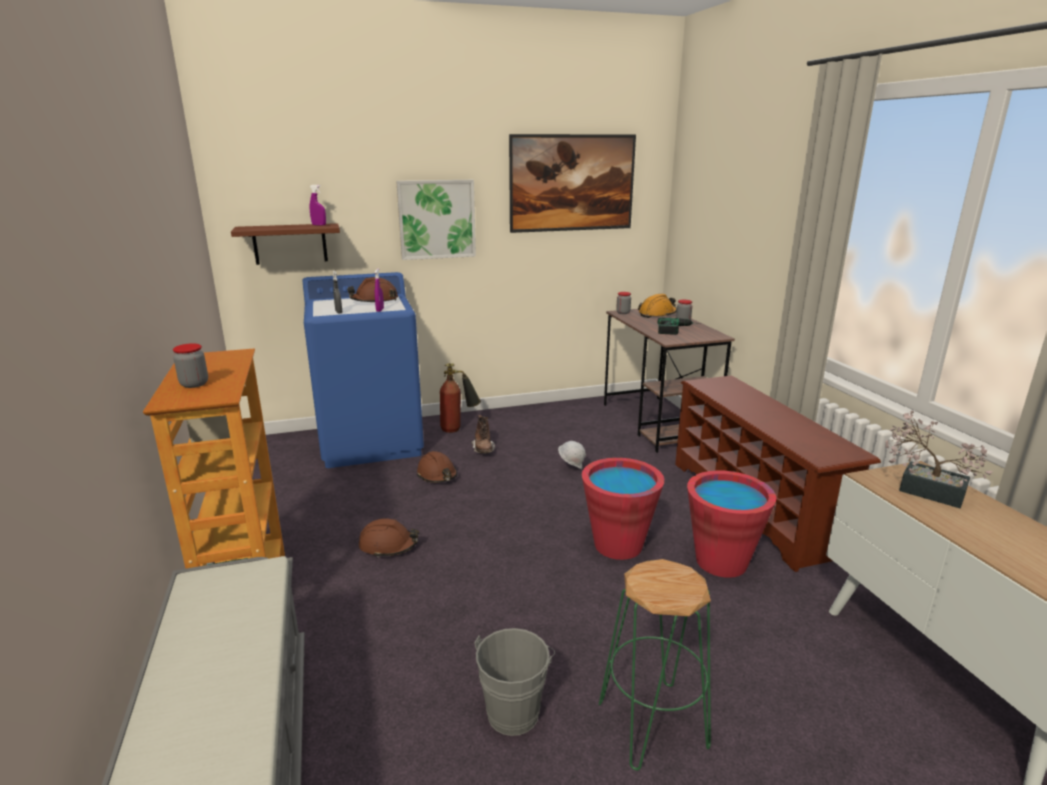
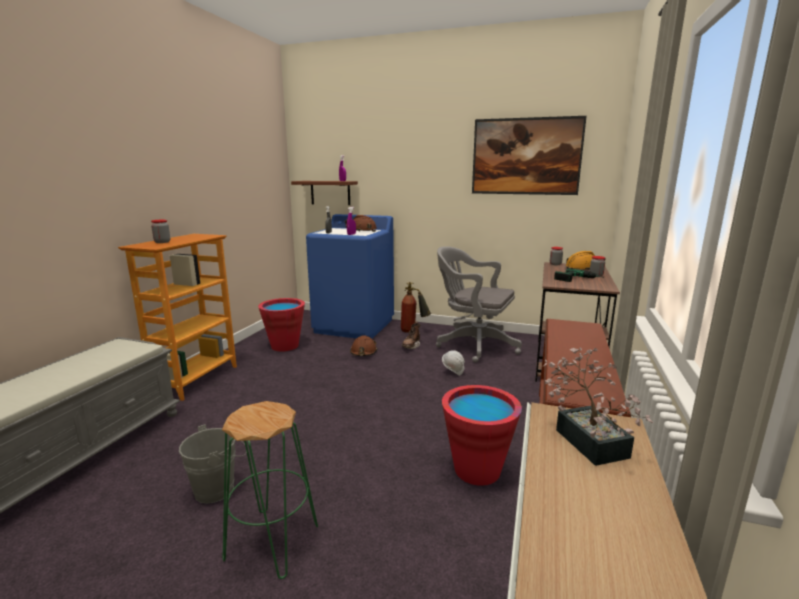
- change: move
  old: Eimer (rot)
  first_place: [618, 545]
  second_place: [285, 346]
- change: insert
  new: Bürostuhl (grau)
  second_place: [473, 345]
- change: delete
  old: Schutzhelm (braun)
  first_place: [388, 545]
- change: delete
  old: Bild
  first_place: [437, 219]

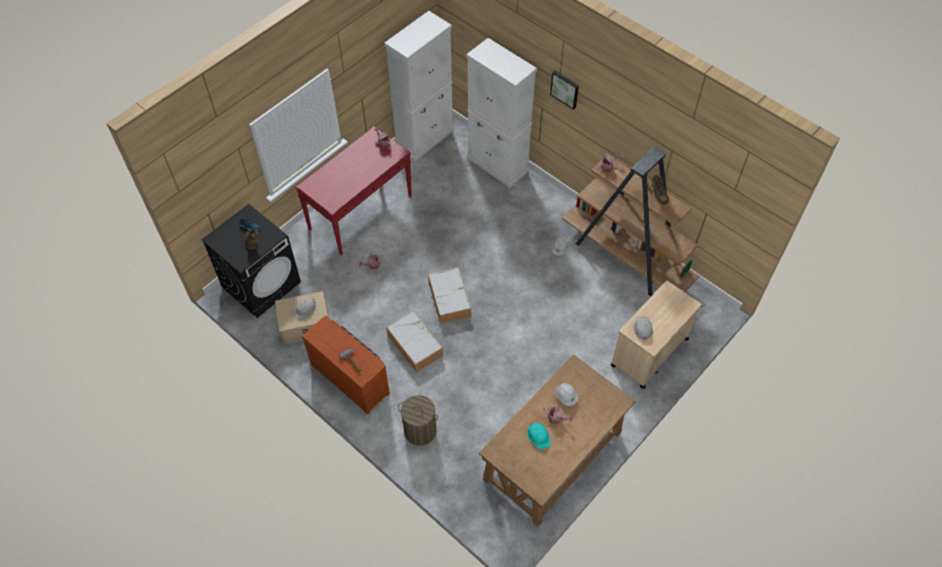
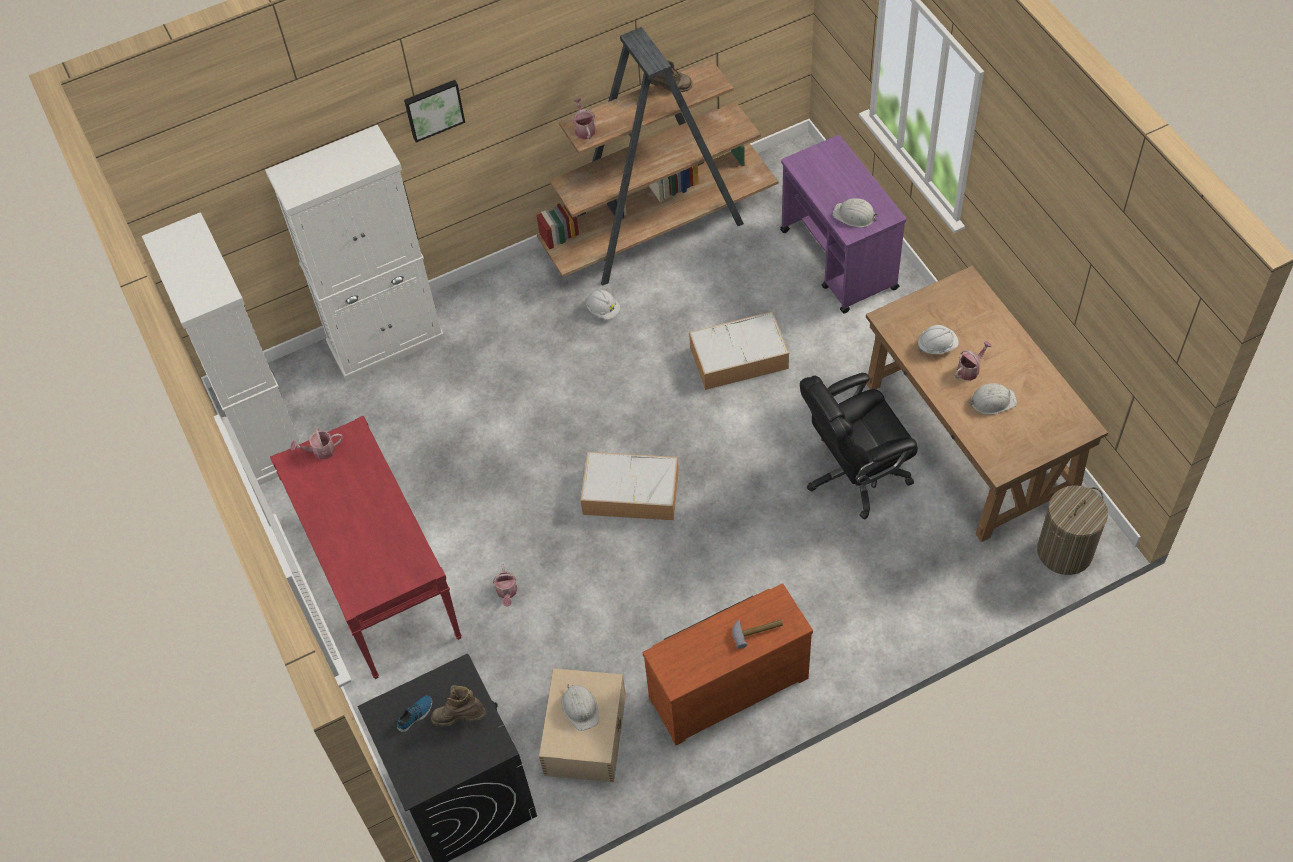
- change: move
  old: Aufbewahrungsbox
  first_place: [414, 344]
  second_place: [737, 358]
- change: recolor
  old: Rollwagen (beige)
  new: Rollwagen (lila)
  first_place: [649, 352]
  second_place: [839, 260]
- change: insert
  new: Bürostuhl (schwarz)
  second_place: [855, 473]
- change: recolor
  old: Schutzhelm (türkis)
  new: Schutzhelm (weiß)
  first_place: [538, 436]
  second_place: [992, 401]
- change: move
  old: Wäschekorb
  first_place: [420, 431]
  second_place: [1064, 551]

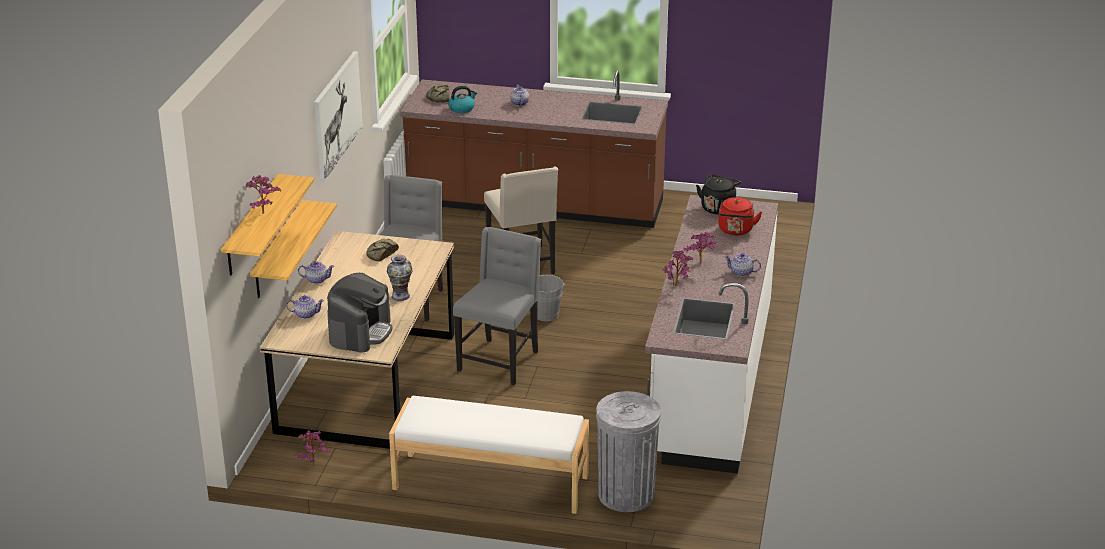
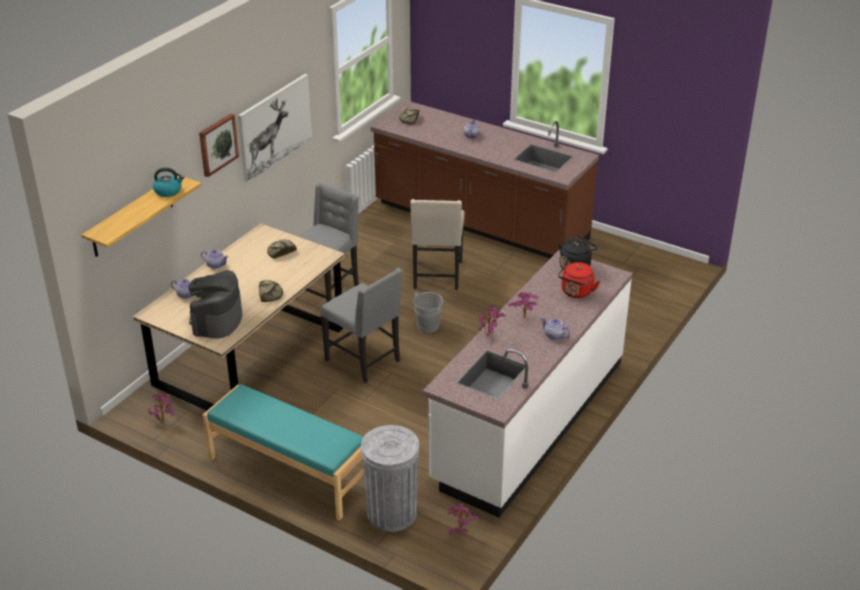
- change: move
  old: Wasserkessel
  first_place: [462, 108]
  second_place: [168, 191]
- change: rotate
  old: Kaffeemaschine
  first_place: [360, 332]
  second_place: [216, 320]
  degrees: 150
- change: insert
  new: Bild
  second_place: [217, 144]
- change: recolor
  old: Bank (weiß)
  new: Bank (türkis)
  first_place: [490, 483]
  second_place: [288, 473]
- change: replace
  old: Vase
  new: Brot
  first_place: [400, 296]
  second_place: [269, 294]
- change: rotate
  old: Stuhl (grau)
  first_place: [500, 361]
  second_place: [365, 361]
  degrees: 90
- change: move
  old: Topfpflanze
  first_place: [262, 212]
  second_place: [459, 533]
- change: delete
  old: Wandregal
  first_place: [278, 250]

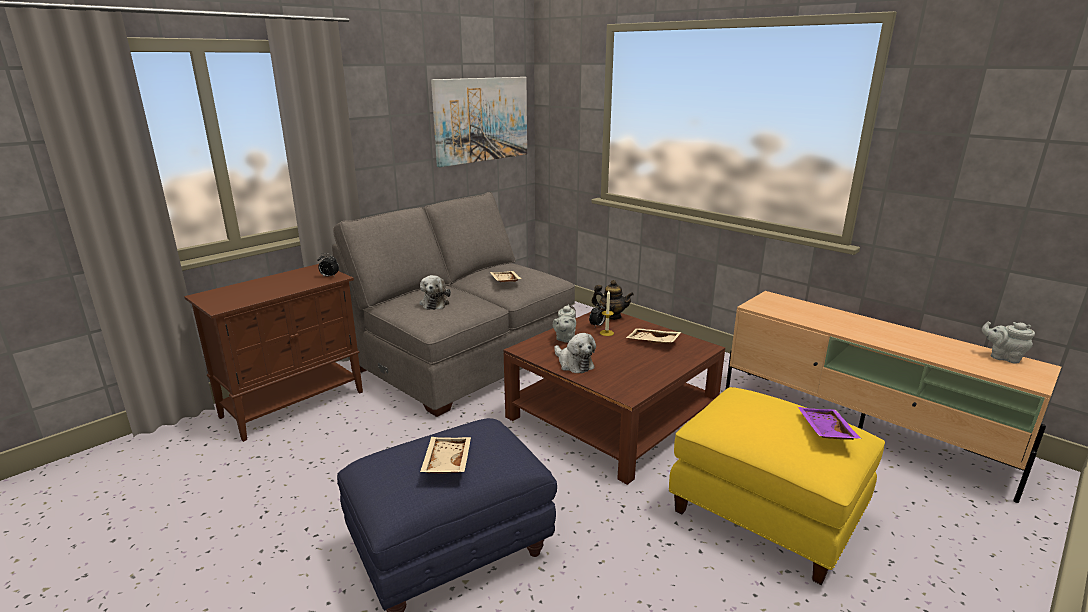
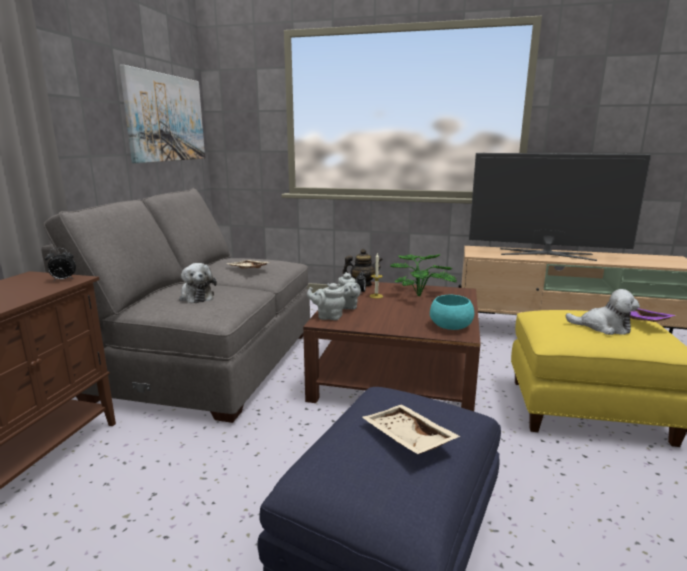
- change: move
  old: Teekanne (grau)
  first_place: [1003, 357]
  second_place: [328, 317]
- change: replace
  old: Tablett (beige)
  new: Topfpflanze
  first_place: [652, 342]
  second_place: [421, 295]
- change: insert
  new: Schüssel (türkis)
  second_place: [450, 326]
- change: insert
  new: Fernseher
  second_place: [546, 254]
- change: move
  old: Plüschtier
  first_place: [574, 364]
  second_place: [603, 327]

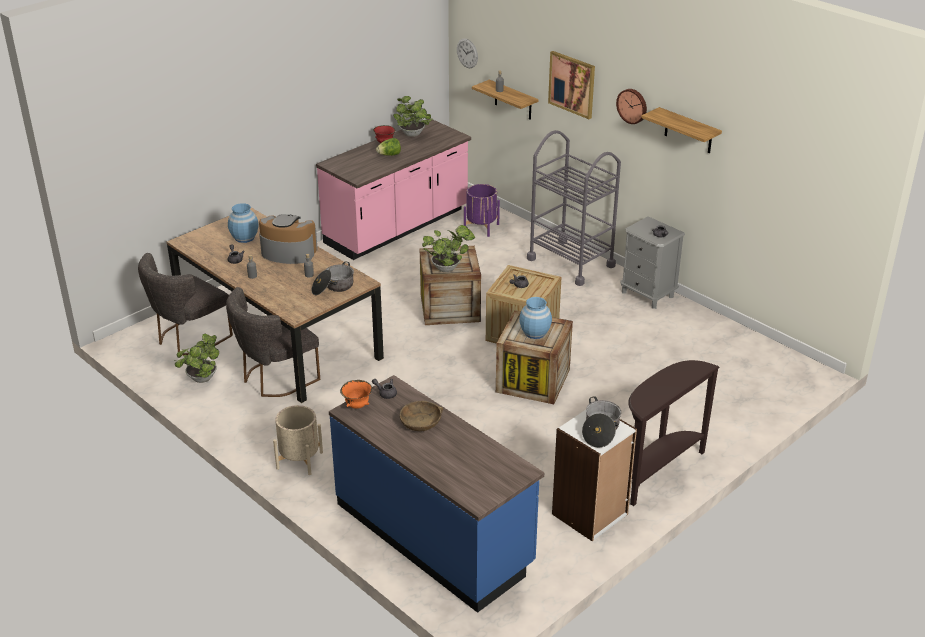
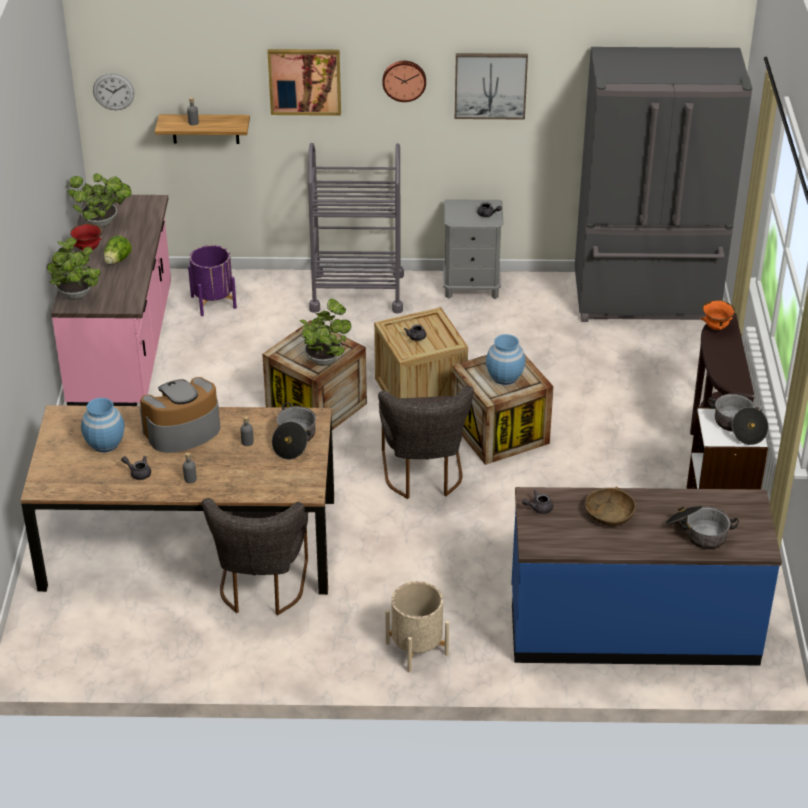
- change: move
  old: Topfpflanze
  first_place: [201, 379]
  second_place: [76, 296]
- change: move
  old: Stuhl (grau)
  first_place: [189, 339]
  second_place: [423, 475]
- change: replace
  old: Wandregal
  new: Bild
  first_place: [688, 131]
  second_place: [490, 85]
- change: insert
  new: Kühlschrank (grau)
  second_place: [646, 299]
- change: insert
  new: Kochtopf
  second_place: [697, 533]
- change: move
  old: Schüssel (orange)
  first_place: [357, 406]
  second_place: [715, 327]

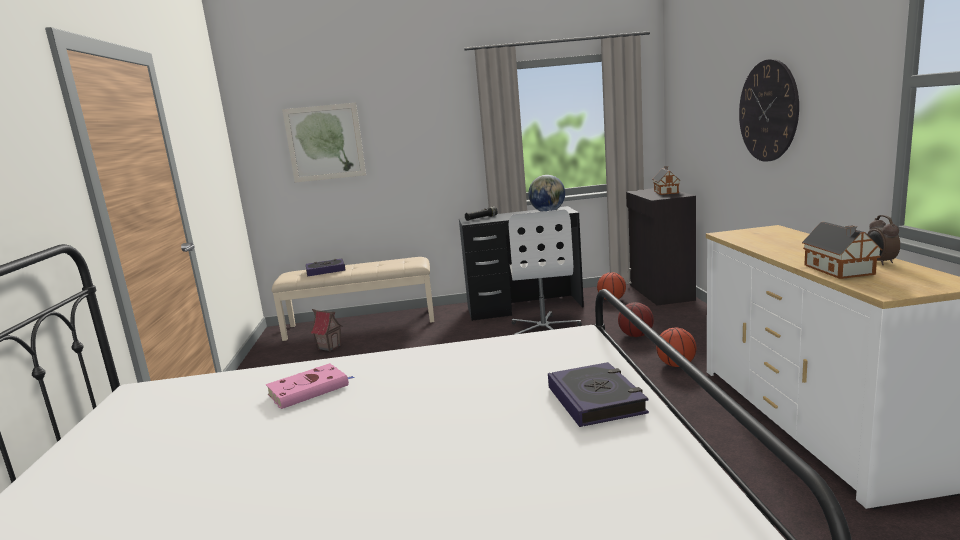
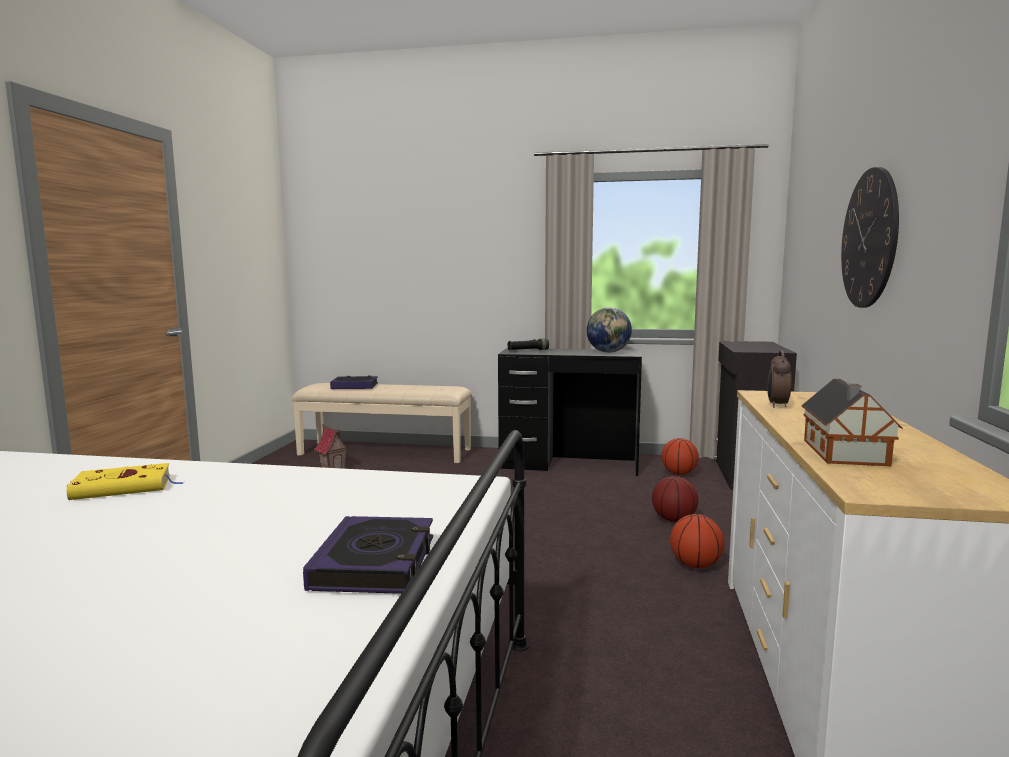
- change: recolor
  old: Buch (rosa)
  new: Buch (gelb)
  first_place: [310, 389]
  second_place: [125, 487]
- change: move
  old: Wecker
  first_place: [880, 262]
  second_place: [777, 405]
- change: delete
  old: Bild
  first_place: [325, 142]
- change: delete
  old: Bürostuhl (weiß)
  first_place: [544, 328]
- change: delete
  old: Spielzeughaus
  first_place: [666, 192]

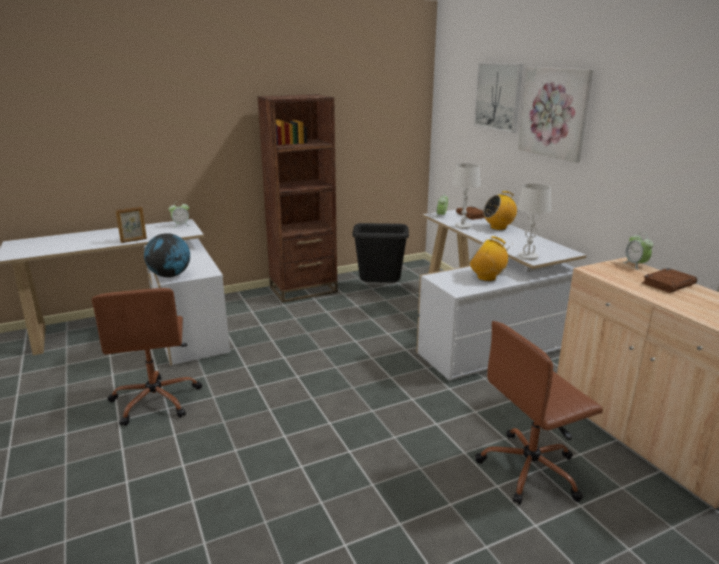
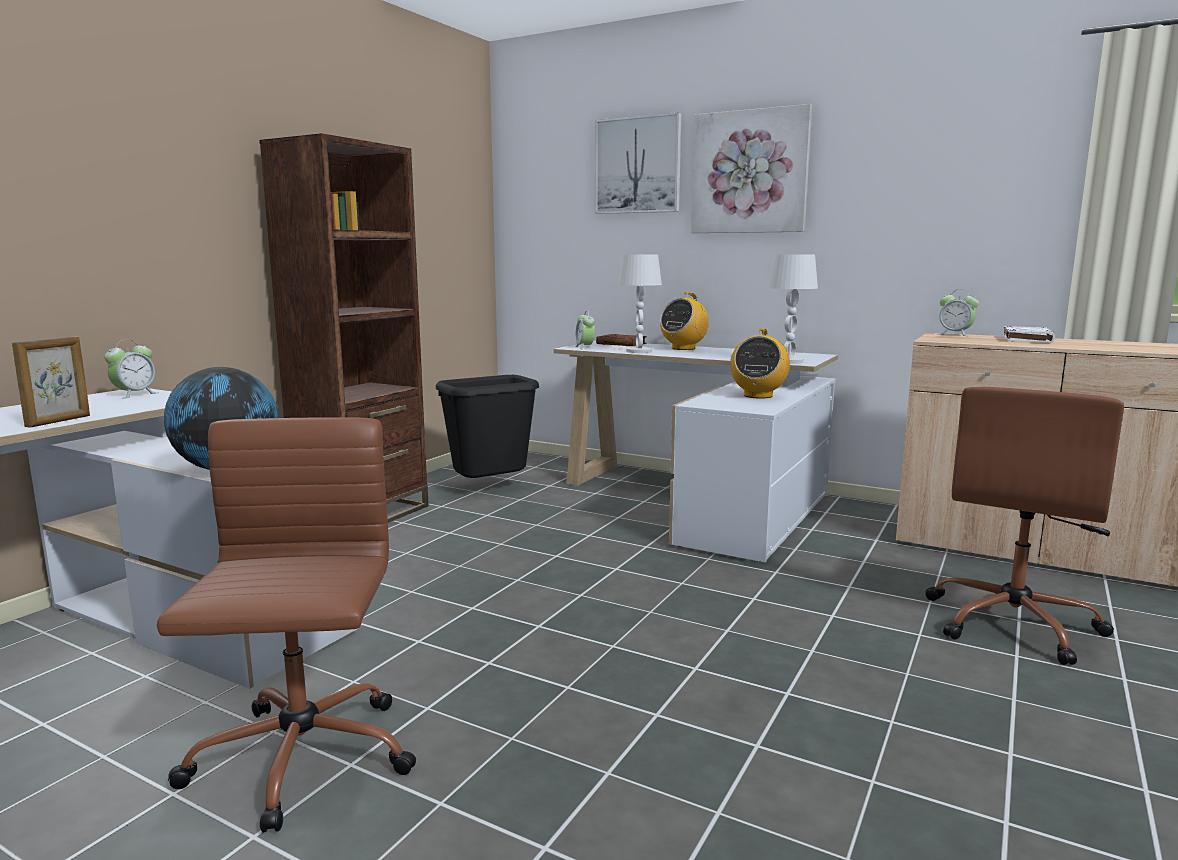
- change: rotate
  old: Bürostuhl (braun)
  first_place: [156, 400]
  second_place: [300, 760]
  degrees: -135
- change: rotate
  old: Radio
  first_place: [487, 277]
  second_place: [758, 395]
  degrees: -60
- change: recolor
  old: Buch (braun)
  new: Buch (weiß)
  first_place: [668, 283]
  second_place: [1027, 339]

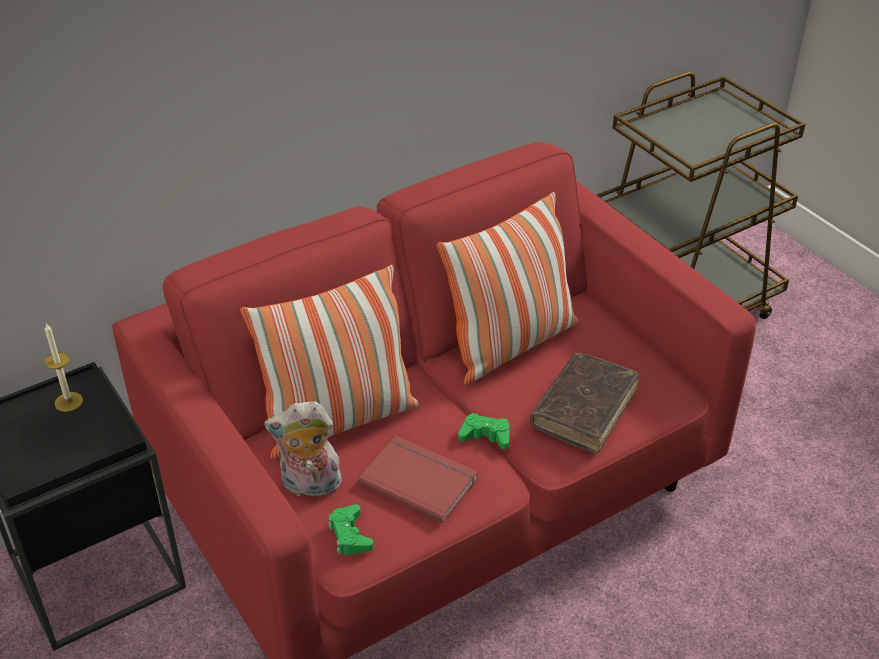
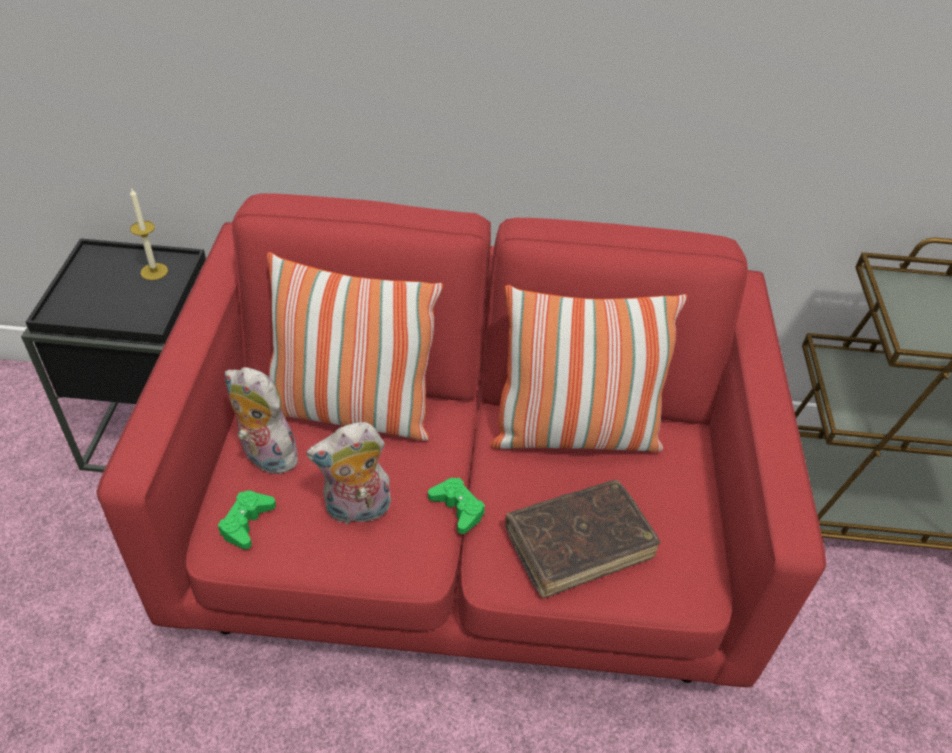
- change: replace
  old: Buch (rot)
  new: Plüschtier
  first_place: [419, 479]
  second_place: [357, 511]

